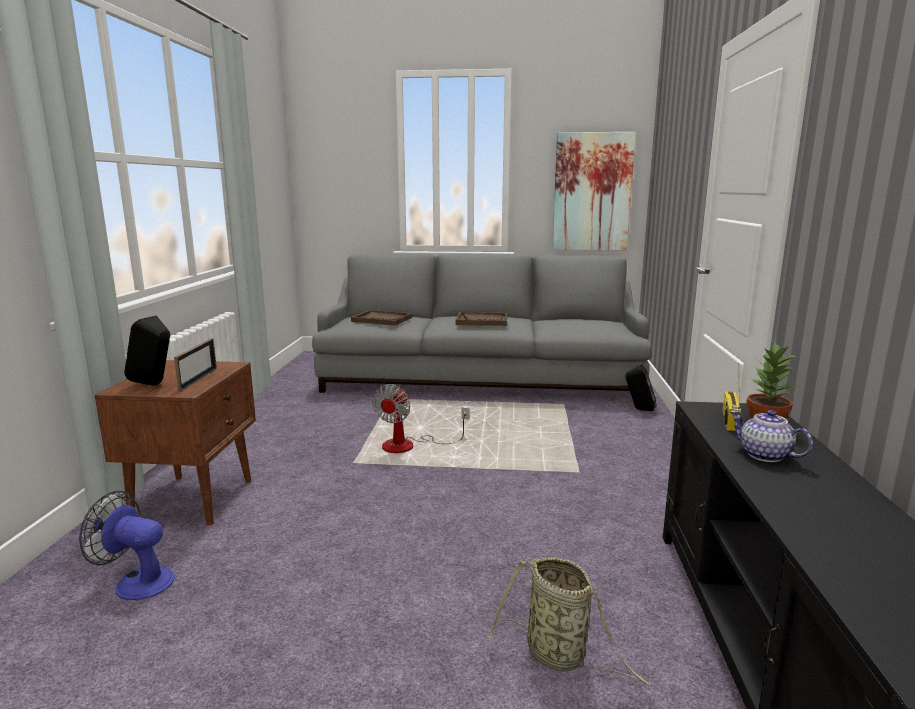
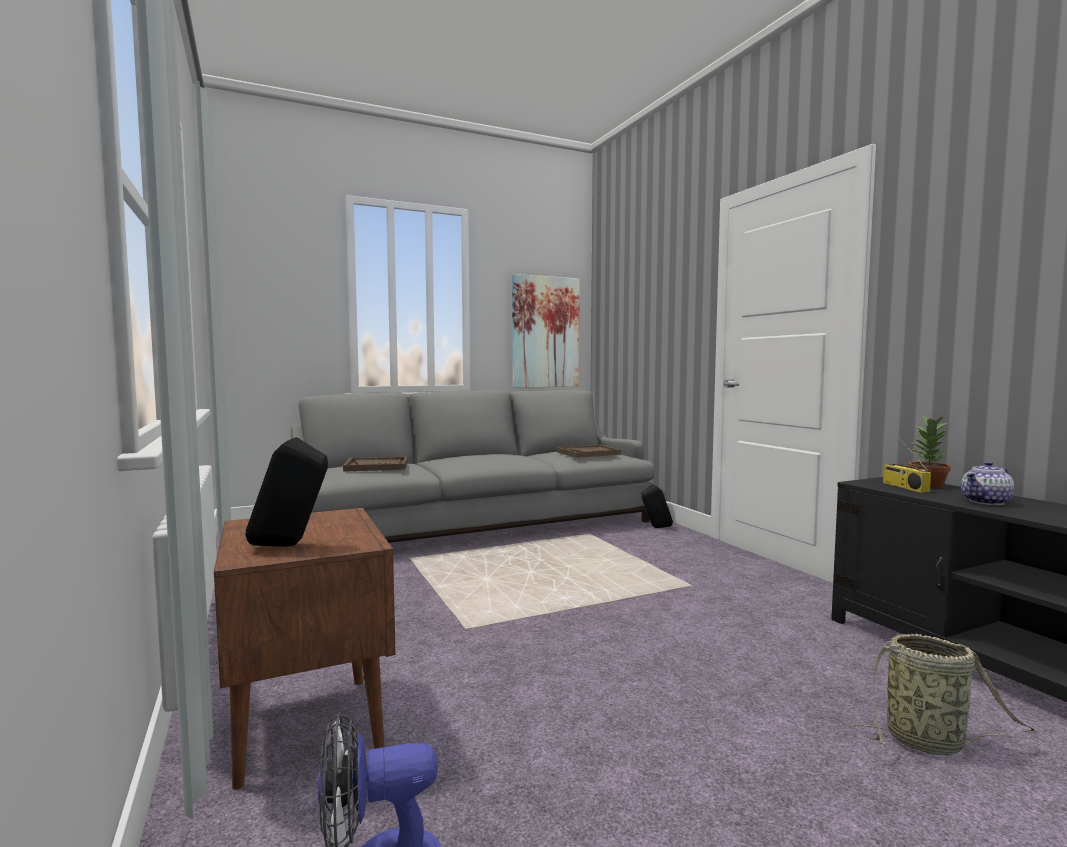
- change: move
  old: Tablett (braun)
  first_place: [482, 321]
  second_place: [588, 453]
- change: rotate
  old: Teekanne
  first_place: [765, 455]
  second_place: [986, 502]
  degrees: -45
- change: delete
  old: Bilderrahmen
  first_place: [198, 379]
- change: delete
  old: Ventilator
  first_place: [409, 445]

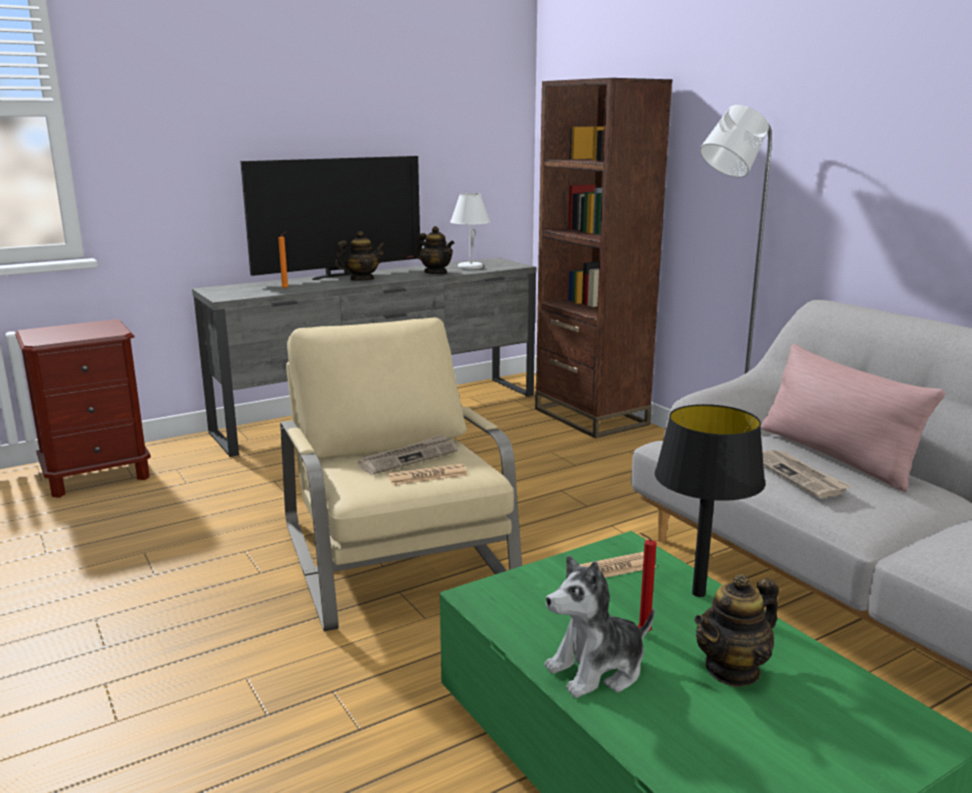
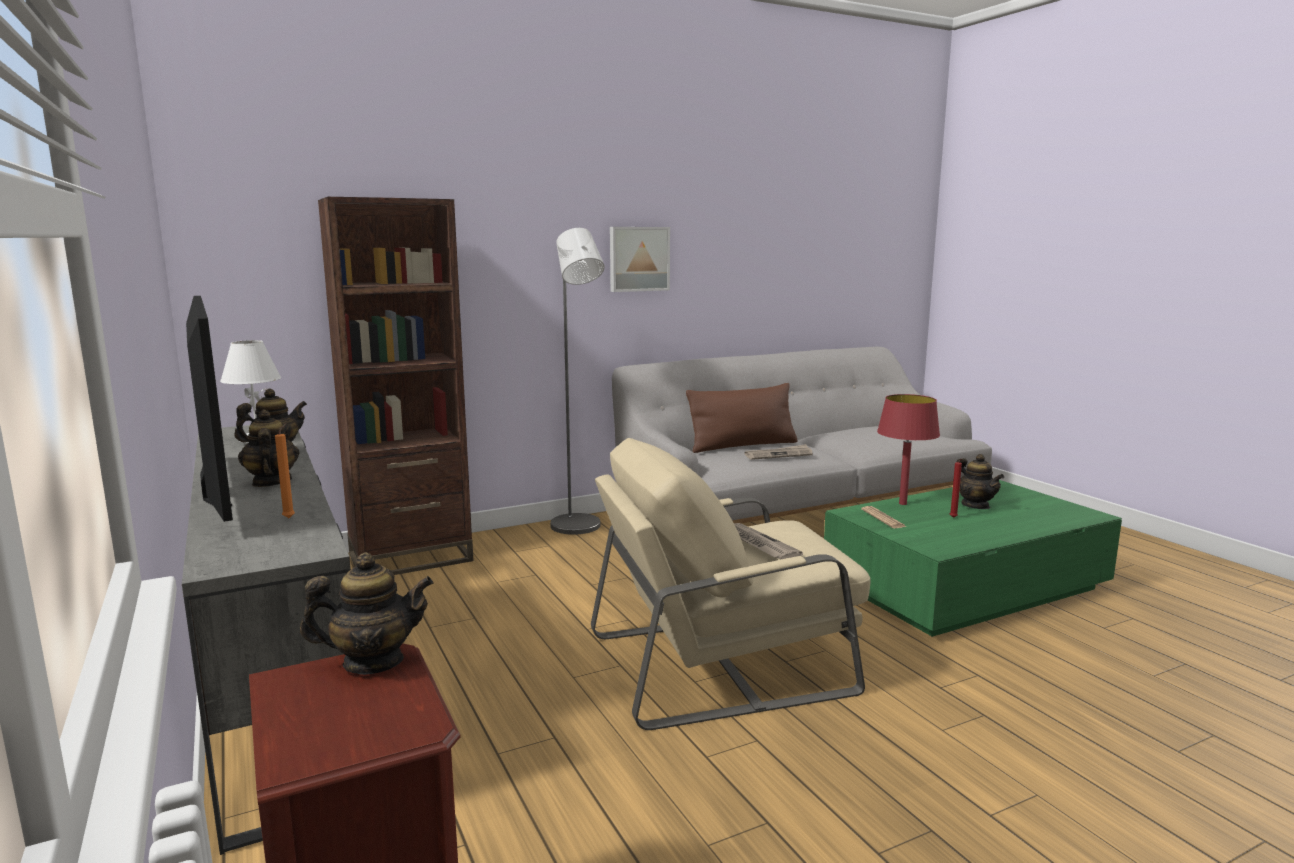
- change: insert
  new: Teekanne
  second_place: [373, 662]
- change: insert
  new: Bild
  second_place: [638, 259]
- change: recolor
  old: Kissen (rosa)
  new: Kissen (braun)
  first_place: [835, 455]
  second_place: [742, 446]
- change: recolor
  old: Tischlampe (schwarz)
  new: Tischlampe (rot)
  first_place: [699, 594]
  second_place: [903, 503]
- change: delete
  old: Zeitung
  first_place: [427, 476]
- change: delete
  old: Plüschtier
  first_place: [597, 670]

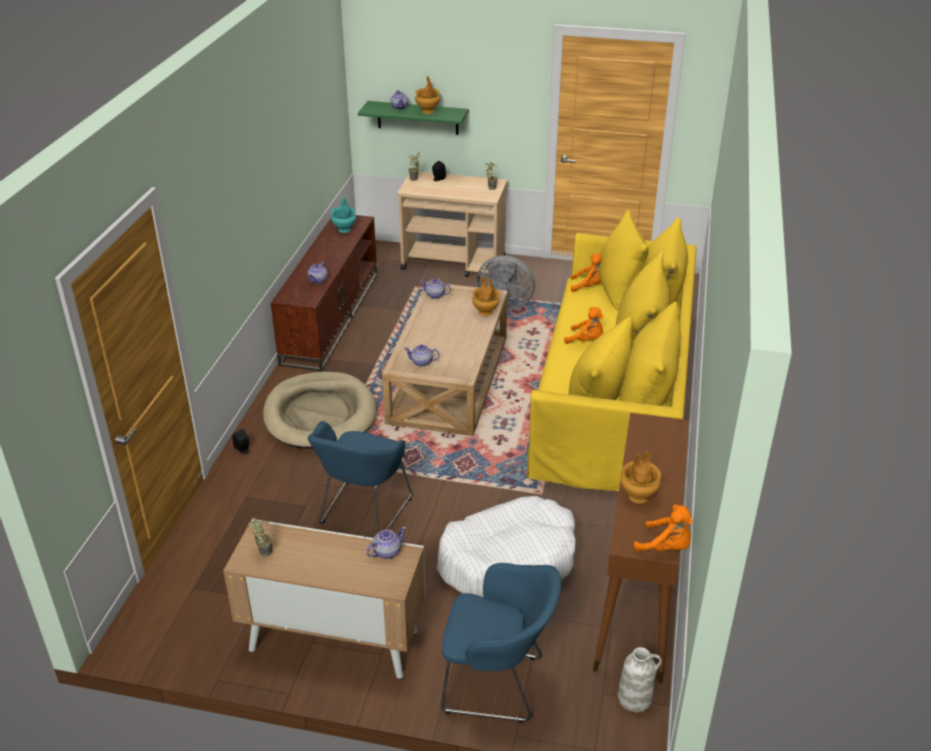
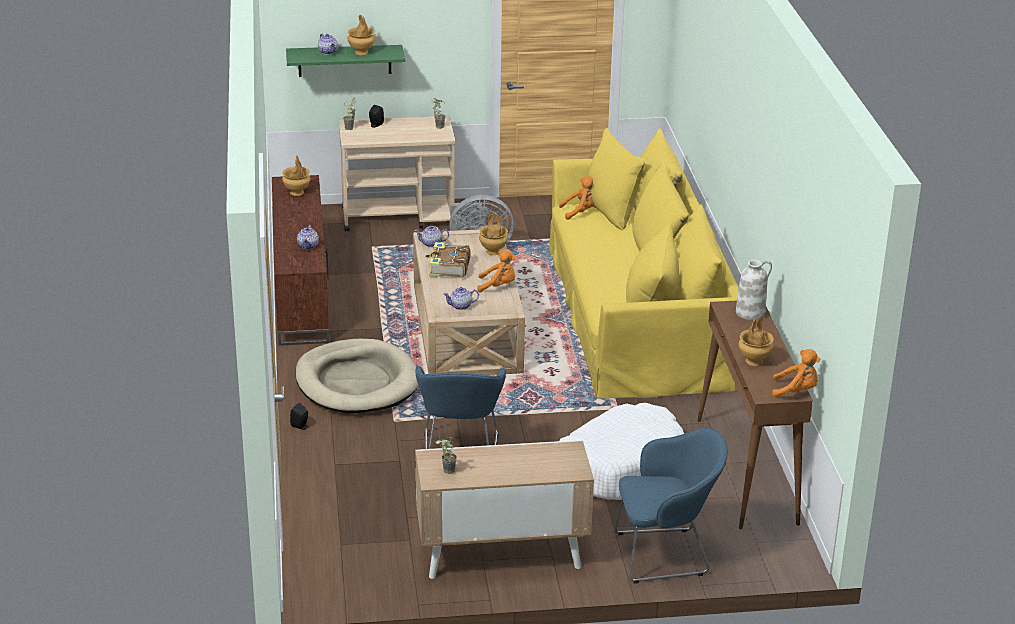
- change: recolor
  old: Vase (türkis)
  new: Vase (braun)
  first_place: [344, 230]
  second_place: [297, 192]
- change: insert
  new: Buch
  second_place: [448, 268]
- change: move
  old: Plüschtier (orange)
  first_place: [586, 340]
  second_place: [498, 286]
- change: move
  old: Vase (weiß)
  first_place: [635, 698]
  second_place: [750, 313]
- change: delete
  old: Teekanne
  first_place: [386, 552]

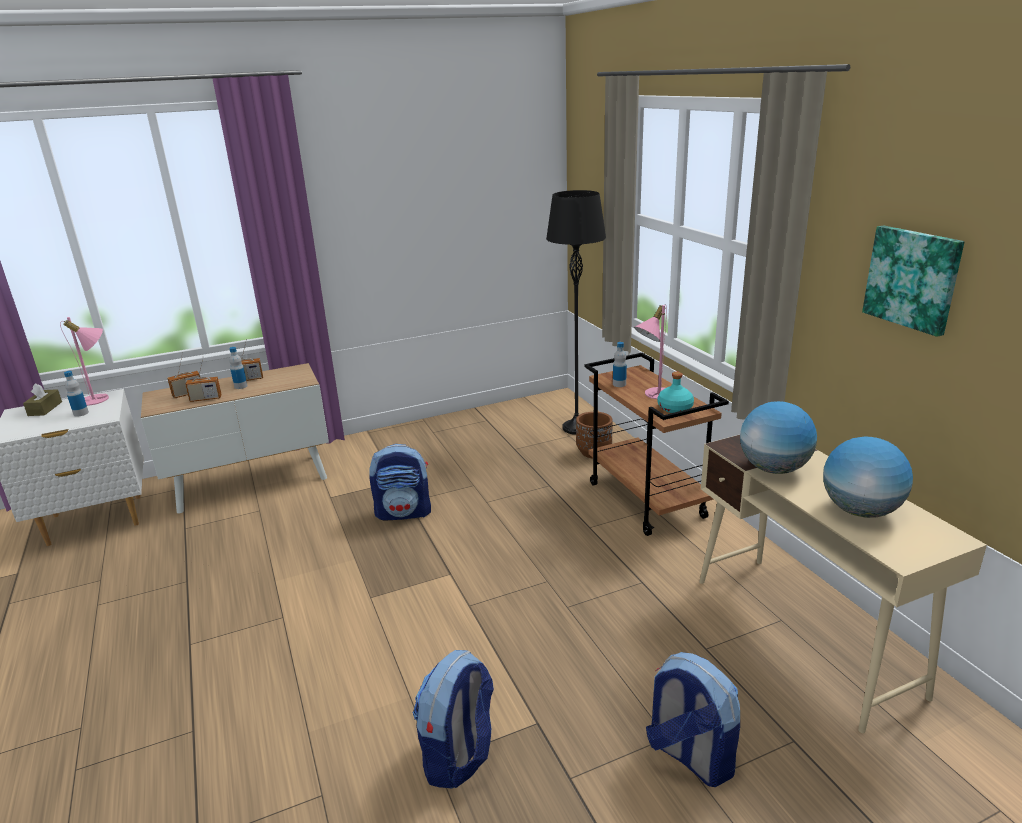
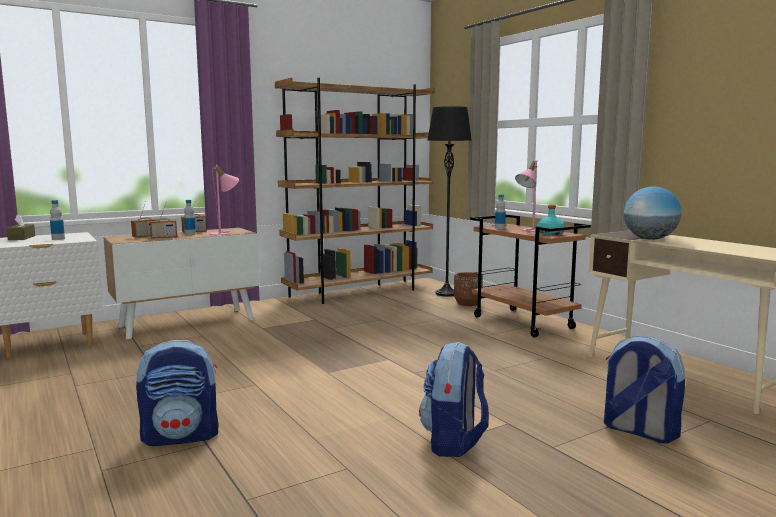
- change: move
  old: Rucksack
  first_place: [404, 512]
  second_place: [182, 436]
- change: move
  old: Tischlampe (rosa)
  first_place: [100, 399]
  second_place: [224, 233]
- change: insert
  new: Bücherregal (braun)
  second_place: [360, 292]
- change: delete
  old: Globus
  first_place: [860, 511]
- change: delete
  old: Bild
  first_place: [913, 278]

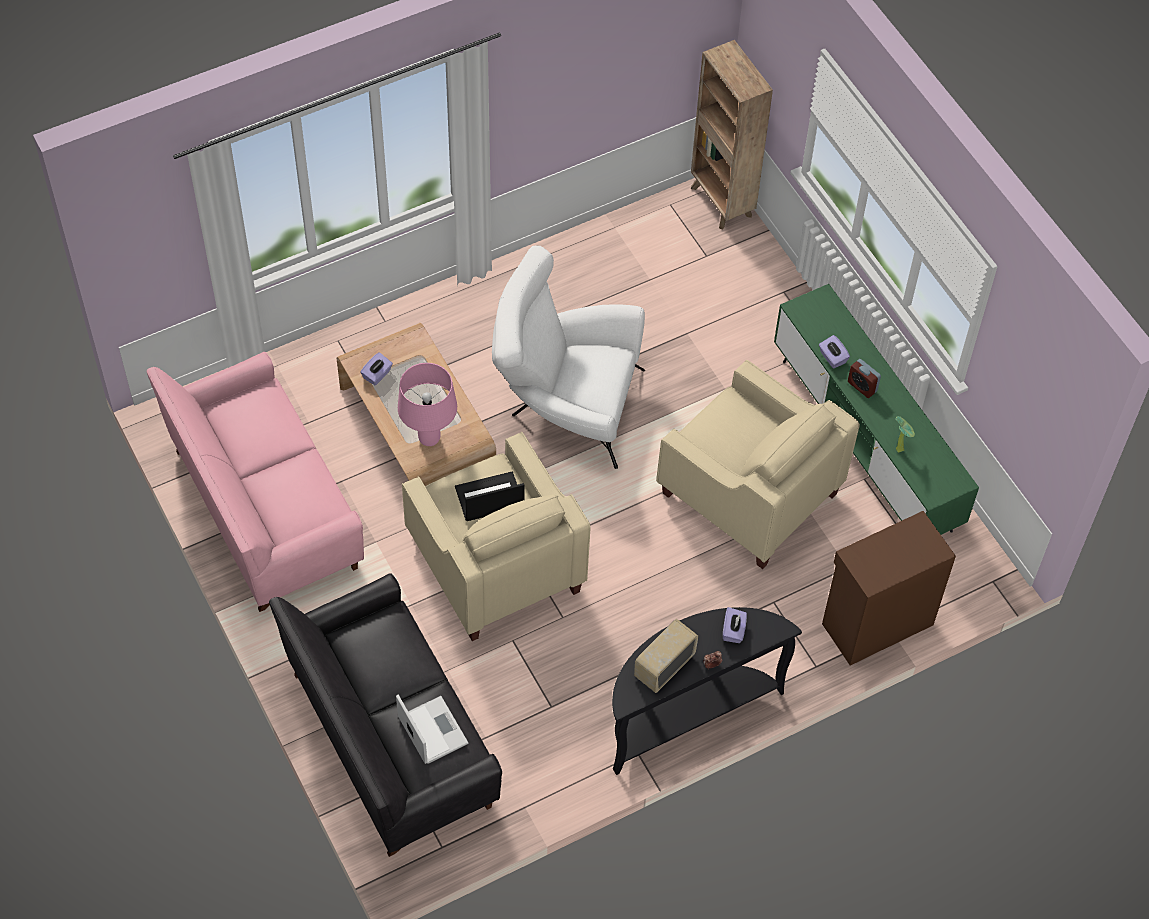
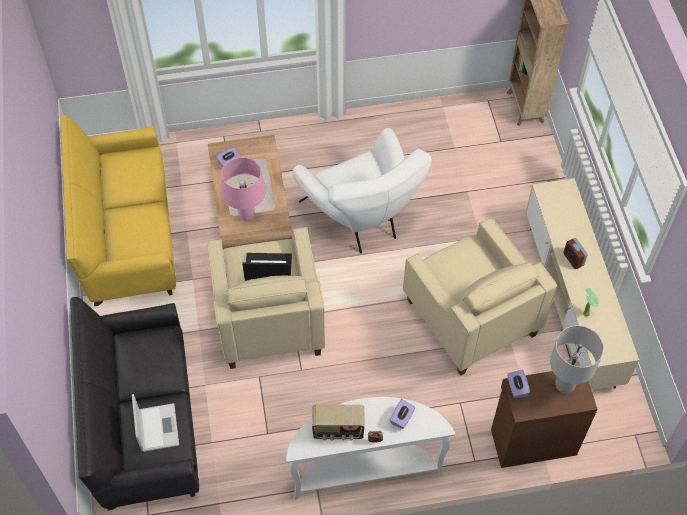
- change: recolor
  old: Sofa (rosa)
  new: Sofa (gelb)
  first_place: [265, 509]
  second_place: [128, 236]
- change: recolor
  old: Konsolentisch (schwarz)
  new: Konsolentisch (weiß)
  first_place: [687, 712]
  second_place: [365, 468]
- change: rotate
  old: Sessel (weiß)
  first_place: [565, 405]
  second_place: [362, 219]
  degrees: -150
- change: rotate
  old: Radio
  first_place: [664, 666]
  second_place: [338, 430]
  degrees: -150
- change: move
  old: Taschentuchbox (lila)
  first_place: [832, 358]
  second_place: [516, 388]
- change: recolor
  old: Fernsehschrank (grün)
  new: Fernsehschrank (beige)
  first_place: [864, 444]
  second_place: [570, 304]
- change: insert
  new: Tischlampe (grau)
  second_place: [565, 384]

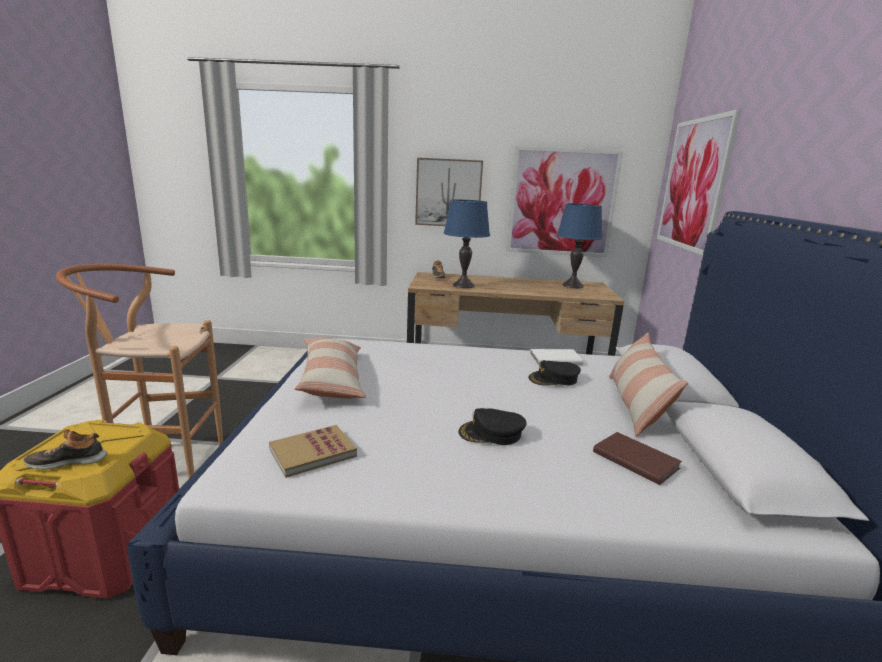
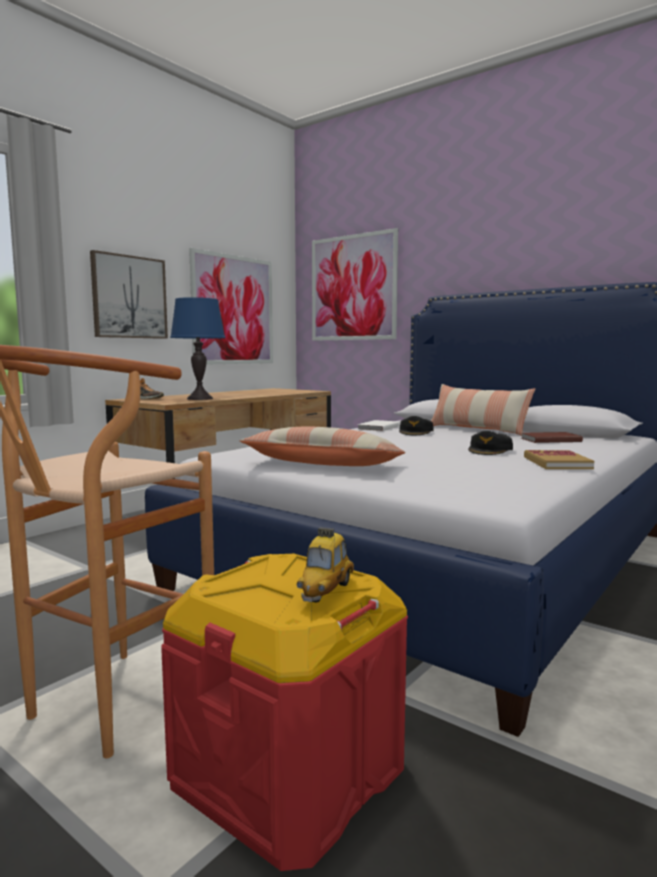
- change: replace
  old: Schuh
  new: Spielzeugauto
  first_place: [68, 461]
  second_place: [325, 591]
- change: move
  old: Buch
  first_place: [313, 453]
  second_place: [557, 463]
- change: delete
  old: Tischlampe (blau)
  first_place: [573, 286]

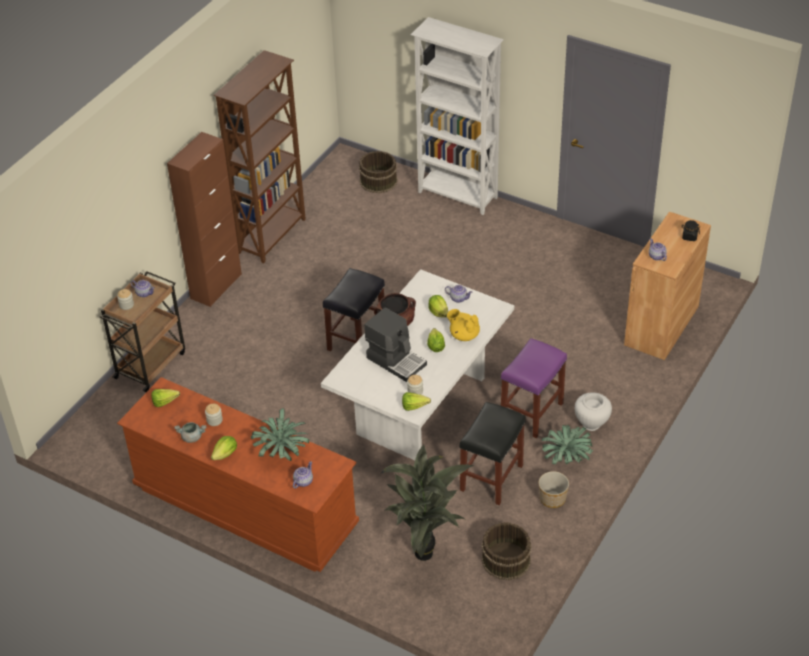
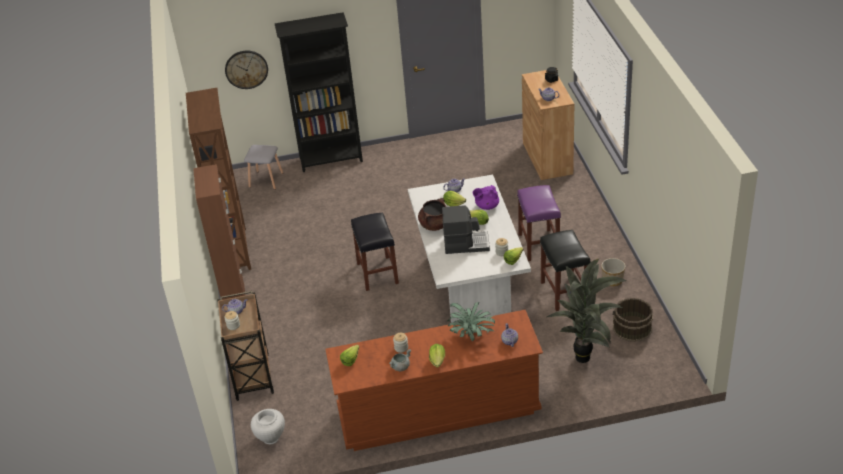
- change: insert
  new: Wanduhr
  second_place: [246, 69]
- change: replace
  old: Eimer (braun)
  new: Hocker (grau)
  first_place: [378, 181]
  second_place: [266, 180]
- change: move
  old: Vase (weiß)
  first_place: [591, 423]
  second_place: [270, 437]
- change: recolor
  old: Bücherregal (weiß)
  new: Bücherregal (schwarz)
  first_place: [458, 196]
  second_place: [331, 160]
- change: recolor
  old: Teekanne (gelb)
  new: Teekanne (lila)
  first_place: [464, 335]
  second_place: [486, 206]
- change: delete
  old: Topfpflanze
  first_place: [566, 458]

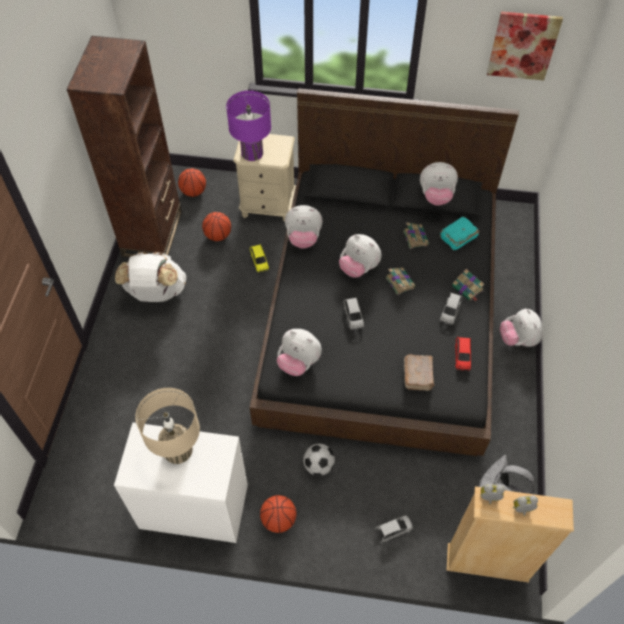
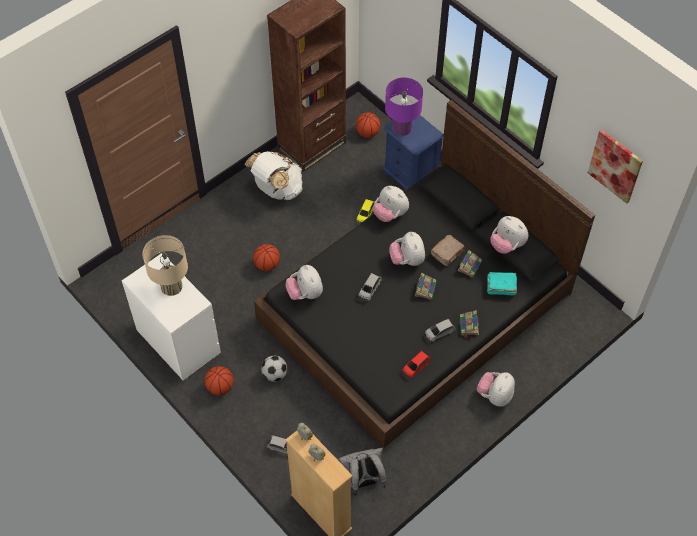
- change: move
  old: Basketball
  first_place: [218, 235]
  second_place: [267, 265]
- change: recolor
  old: Nachttisch (beige)
  new: Nachttisch (blau)
  first_place: [268, 206]
  second_place: [410, 178]
- change: move
  old: Buch (braun)
  first_place: [418, 375]
  second_place: [447, 253]

